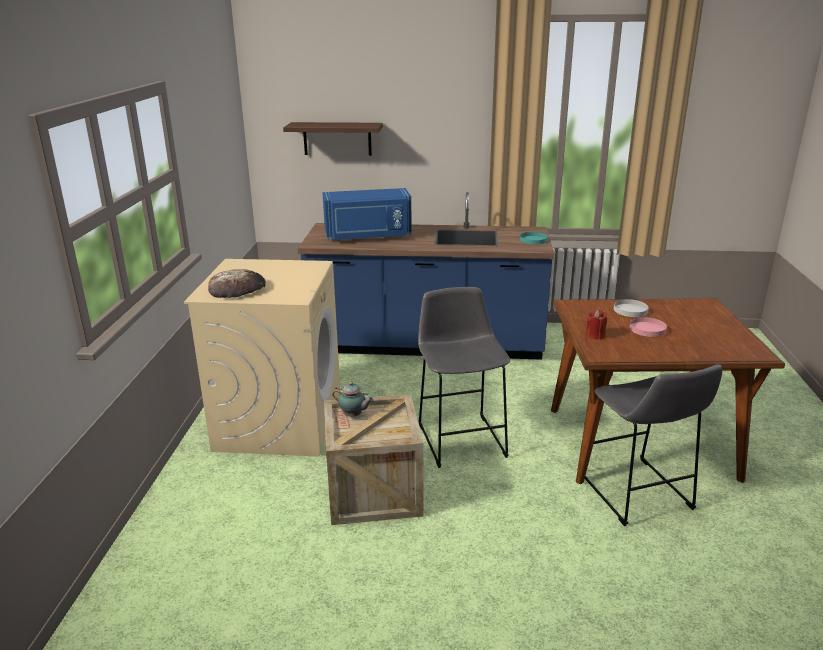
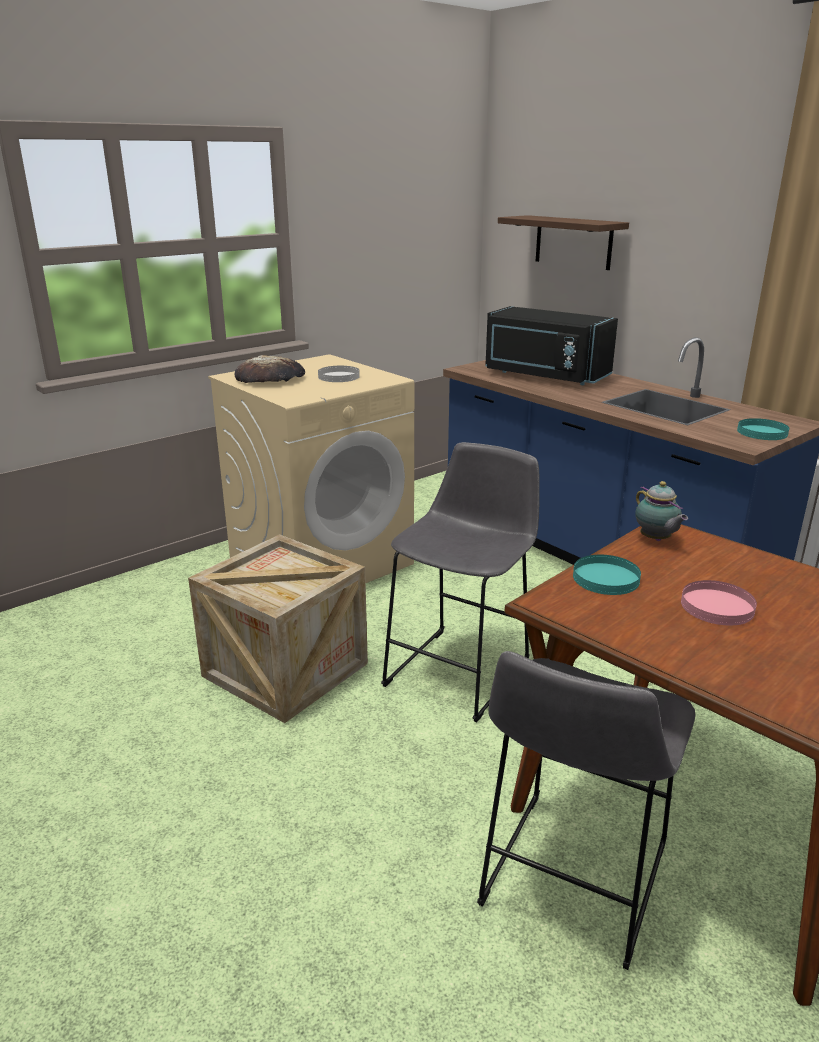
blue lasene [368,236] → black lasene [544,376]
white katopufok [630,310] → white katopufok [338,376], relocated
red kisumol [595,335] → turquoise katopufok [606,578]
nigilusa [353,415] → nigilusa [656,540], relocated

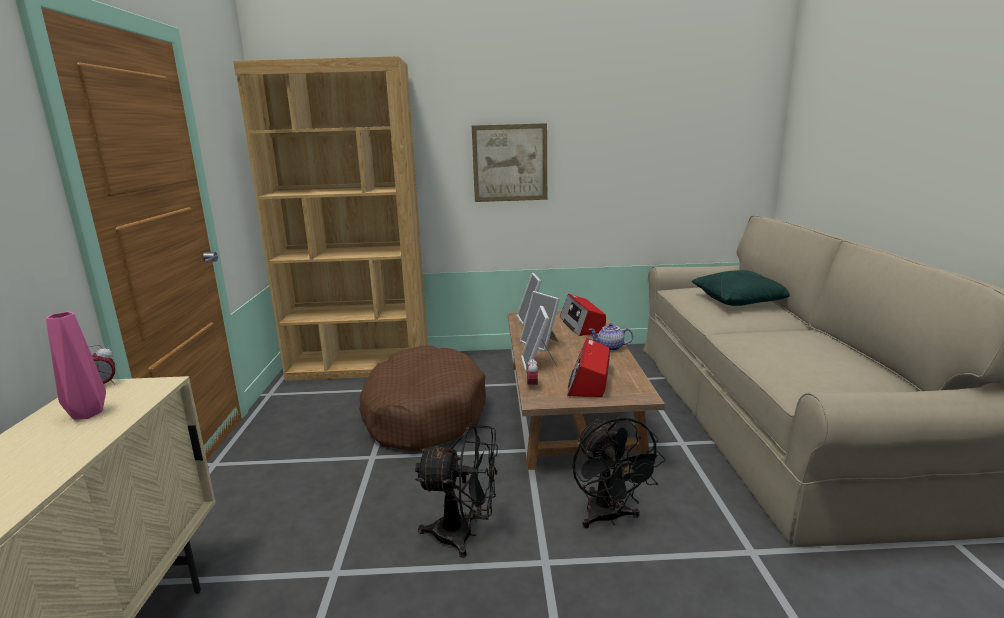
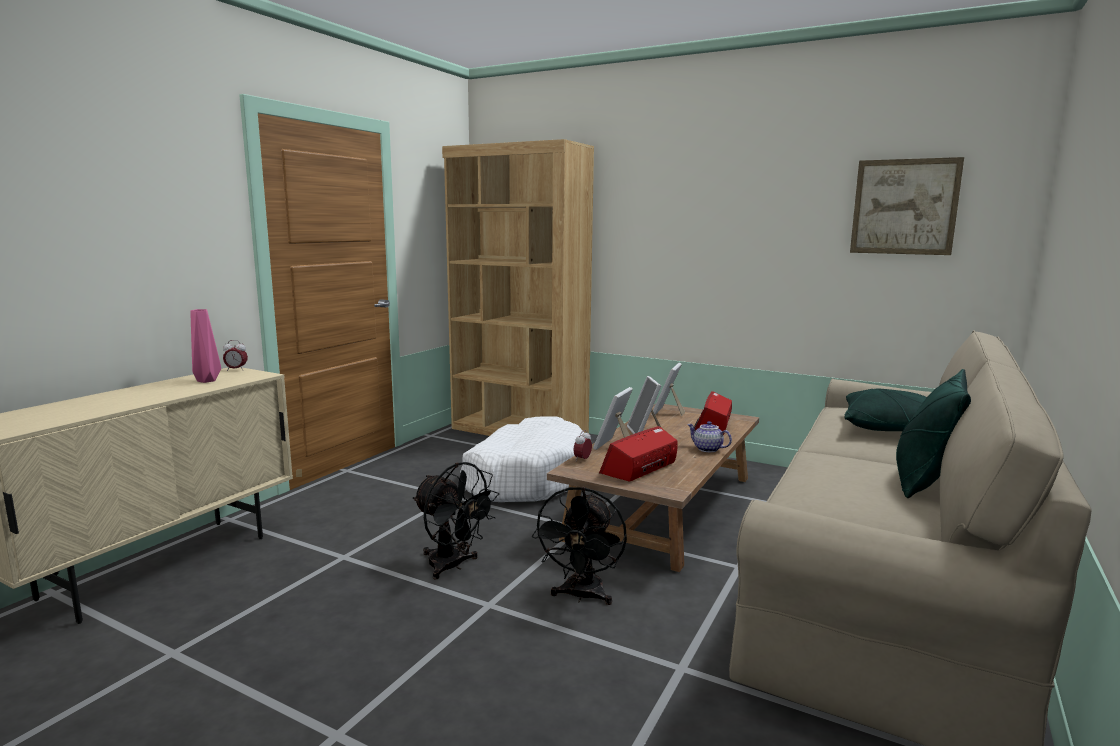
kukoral [510,163] → kukoral [904,207], relocated
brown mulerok [423,414] → white mulerok [526,477]
- → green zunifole [923,483]

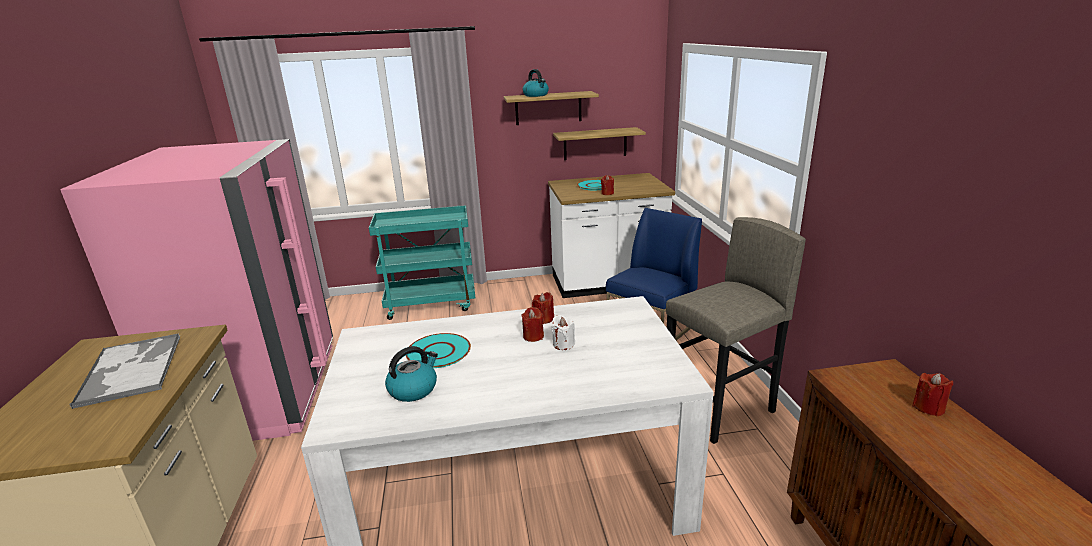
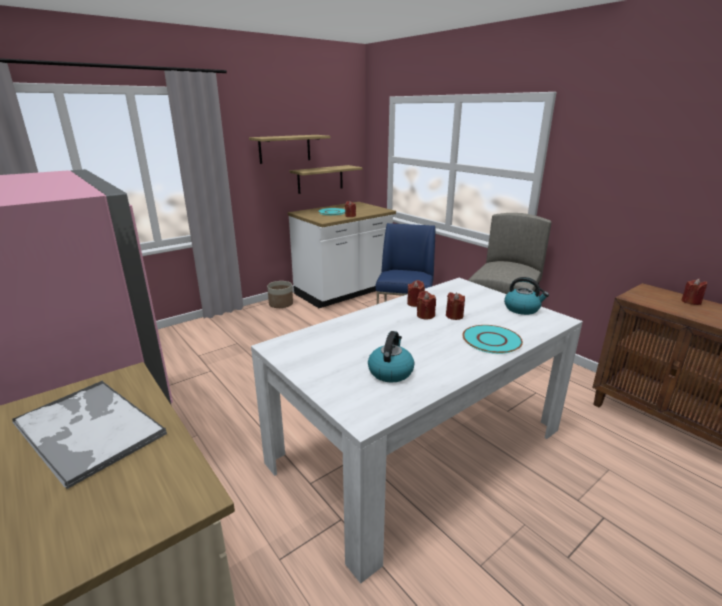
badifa [536,95] → badifa [522,309], relocated
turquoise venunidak [432,304] → -
white kisumol [563,344] → red kisumol [454,316]
turquoise katopufok [439,352] → turquoise katopufok [492,340], relocated
- → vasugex [281,304]

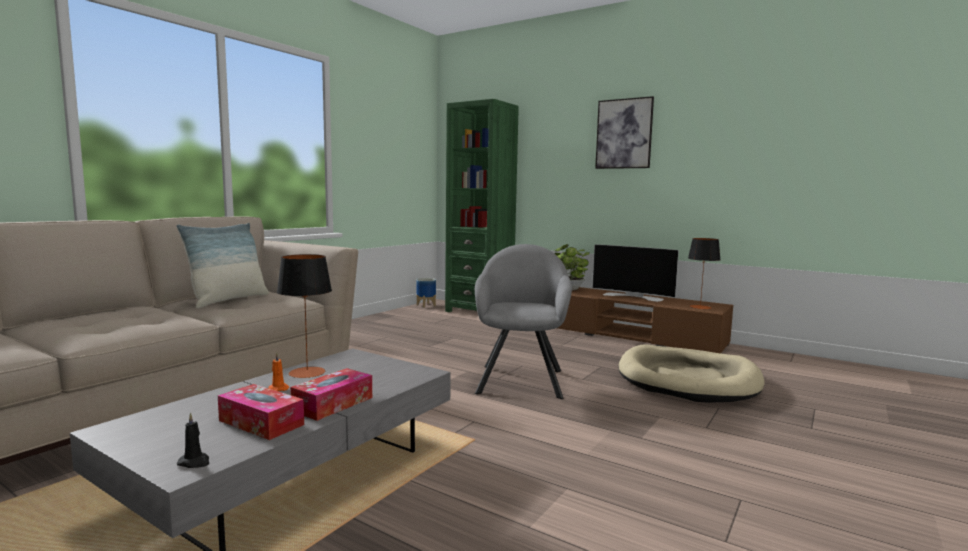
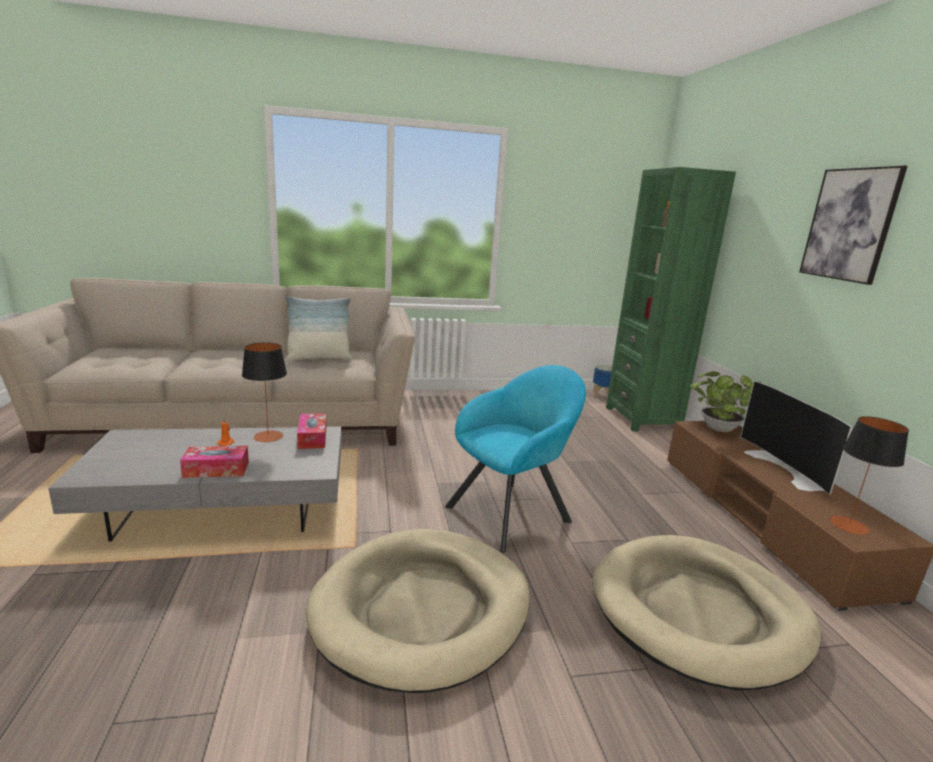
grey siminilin [521,379] → turquoise siminilin [513,512]
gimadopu [261,422] → gimadopu [312,437], relocated
black kisumol [194,462] → -
- → beige mulerok [422,609]

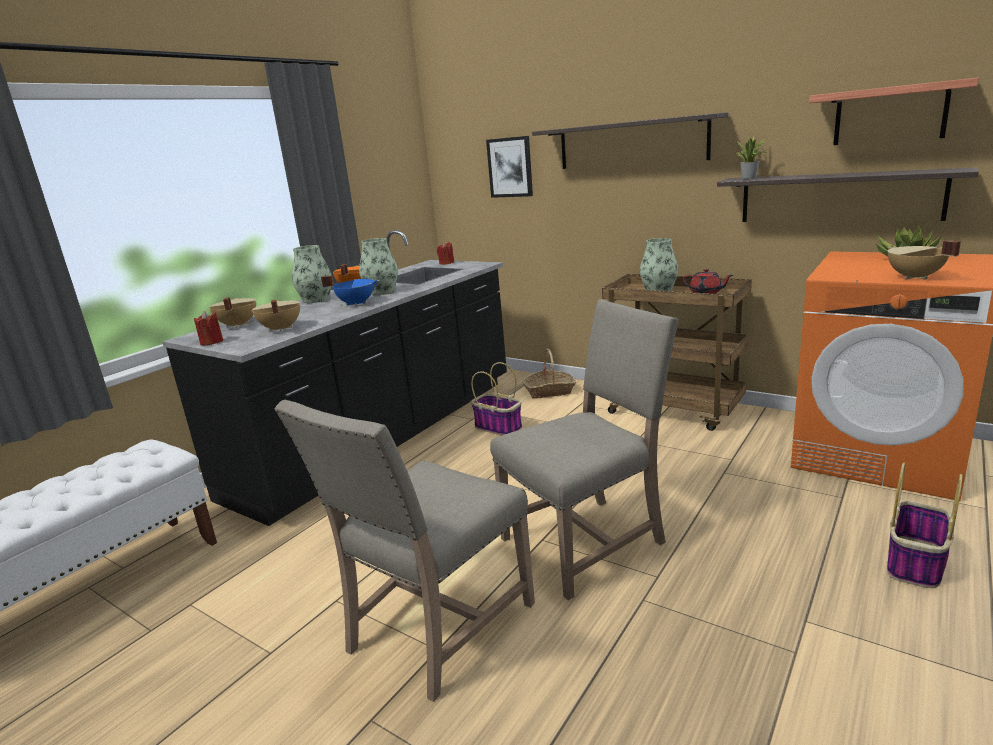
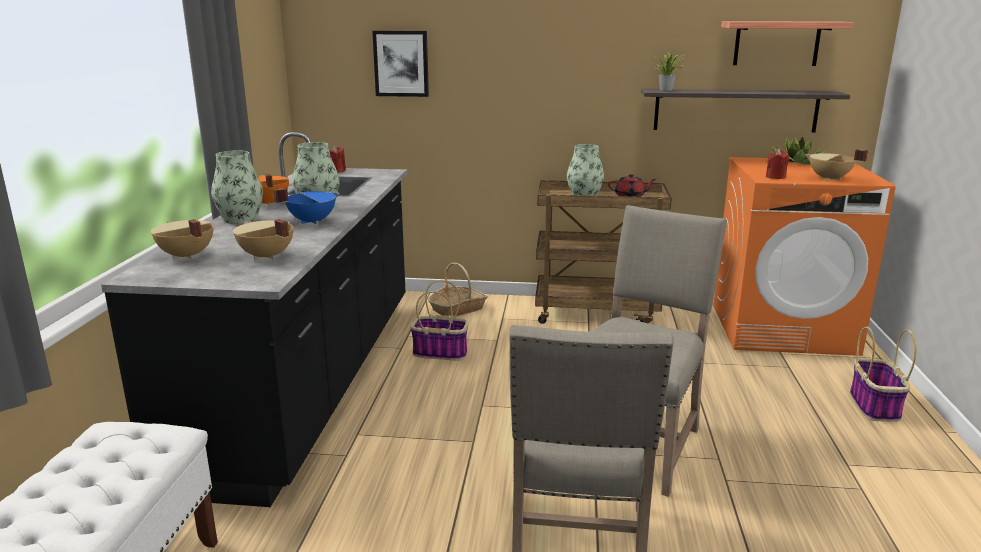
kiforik [631,143] → -
red kisumol [212,342] → red kisumol [775,177], relocated

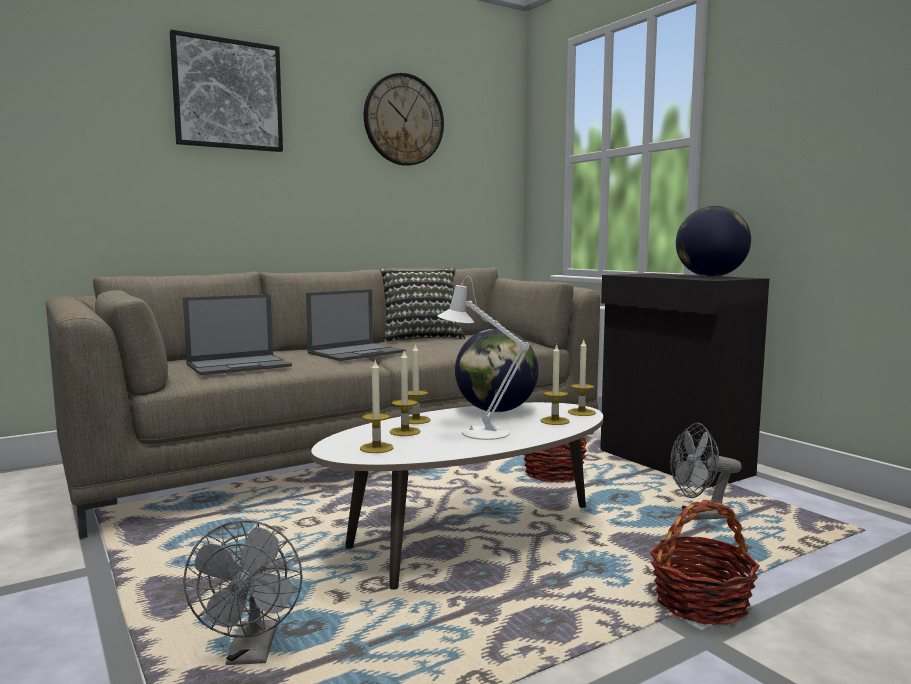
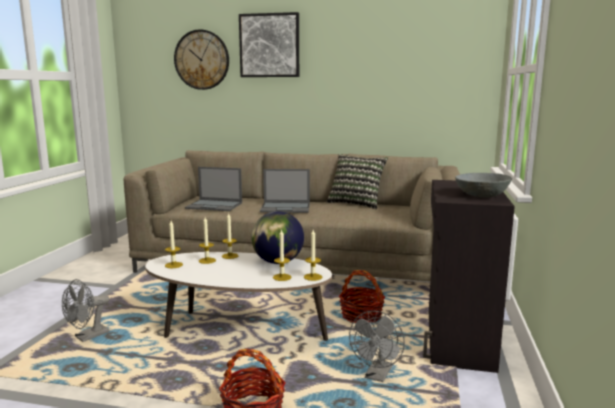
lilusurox [403,120] → lilusurox [202,60], relocated
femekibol [710,276] → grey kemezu [482,195]
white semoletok [478,432] → -
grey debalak [699,516] → grey debalak [377,376], 105 degrees counterclockwise

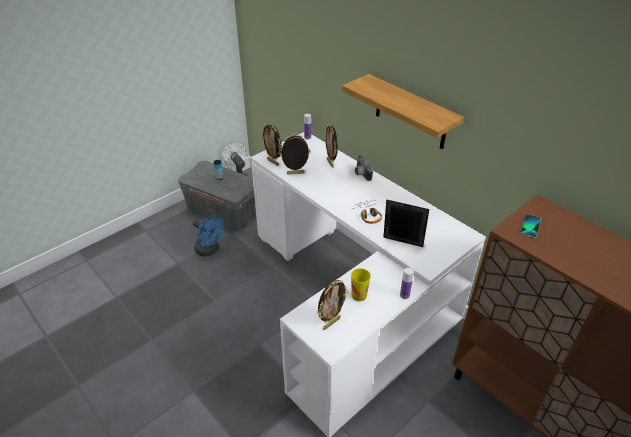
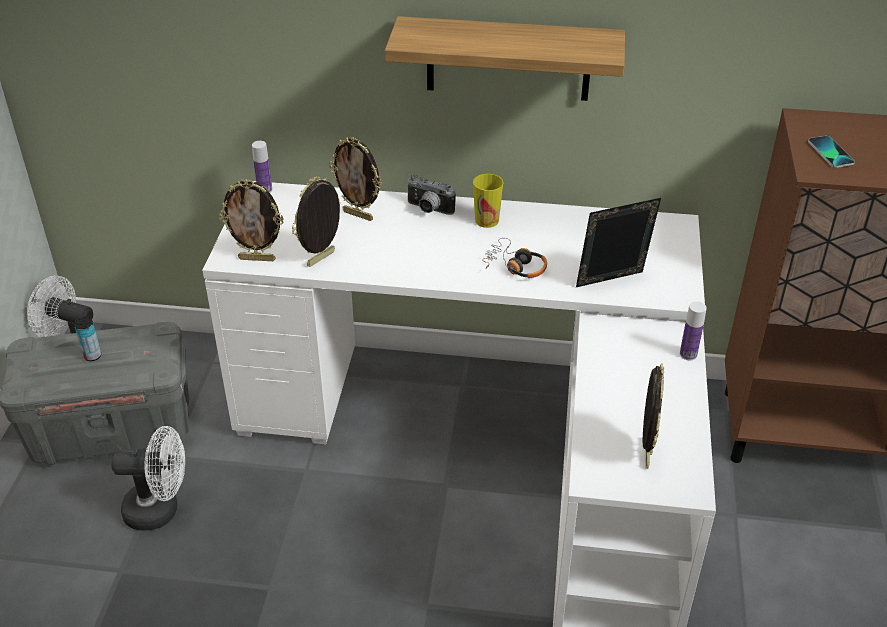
blue debalak [210,250] → white debalak [160,509]
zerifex [359,295] → zerifex [487,220], relocated

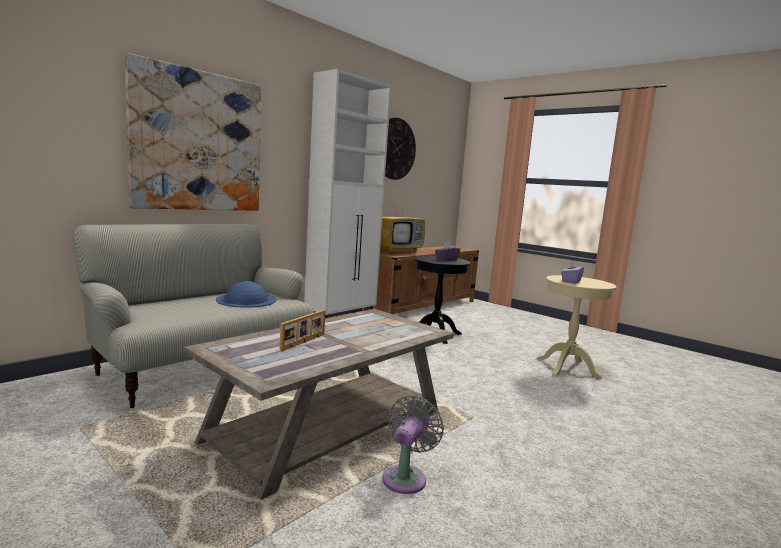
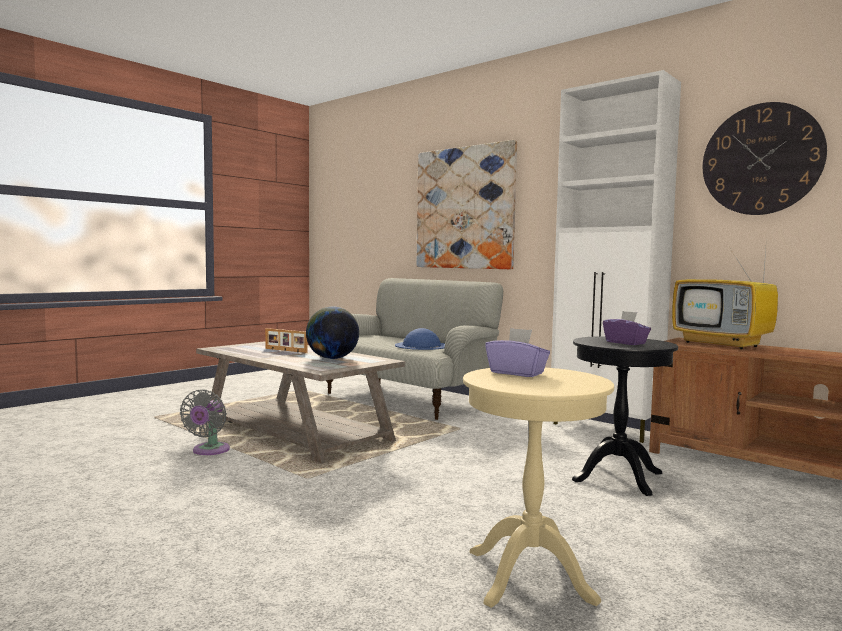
grey debalak [406,477] → grey debalak [209,451], 75 degrees clockwise
- → femekibol [332,358]

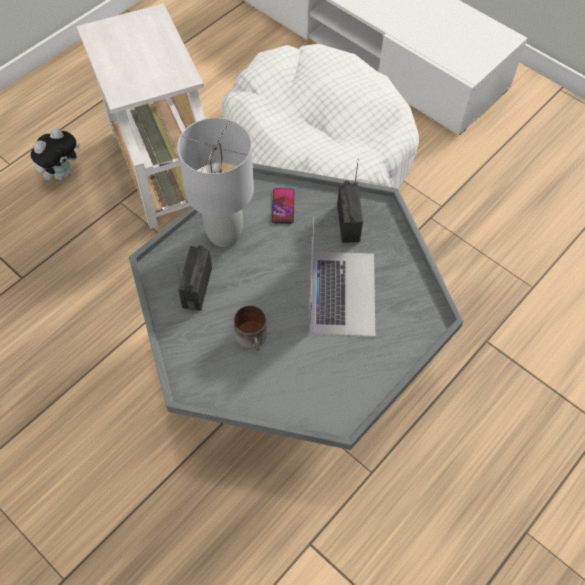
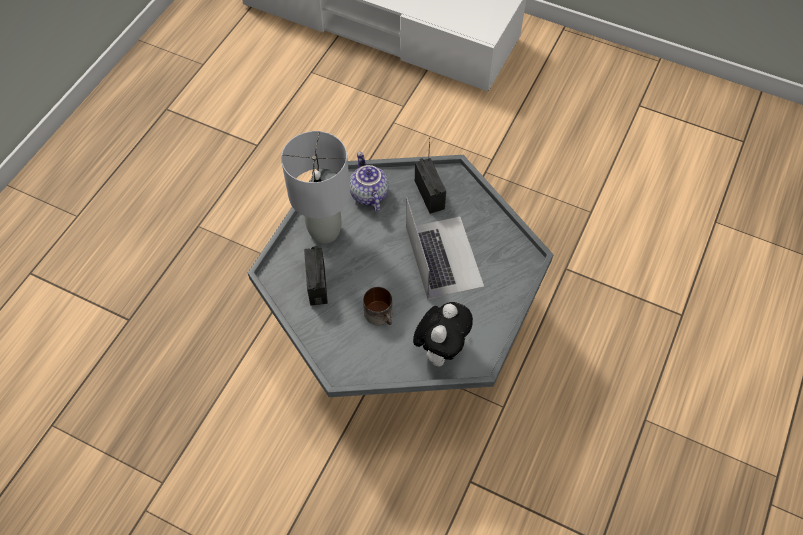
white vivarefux [163,165] → -
white mulerok [318,149] → -
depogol [62,173] → depogol [441,349], relocated
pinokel [283,206] → nigilusa [368,194]

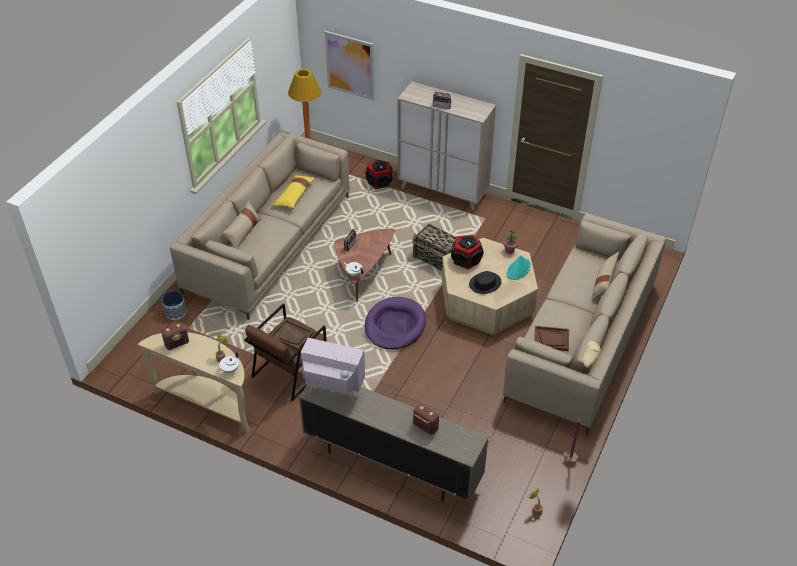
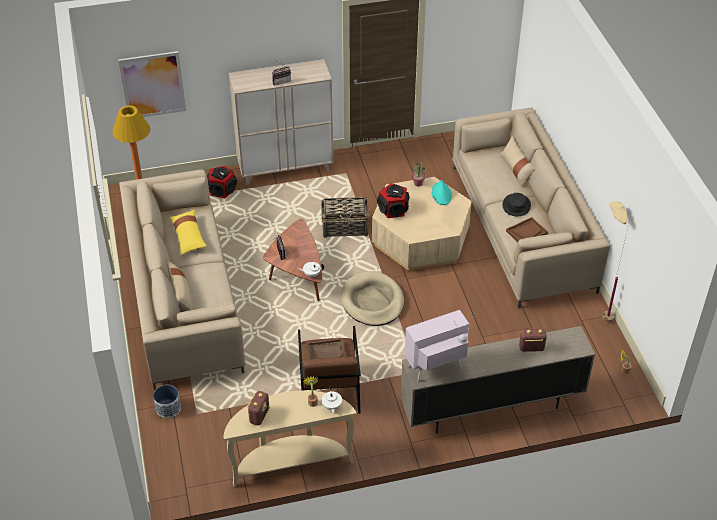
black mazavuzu [485,283] → black mazavuzu [516,205], relocated
purple mulerok [395,325] → beige mulerok [372,301]

